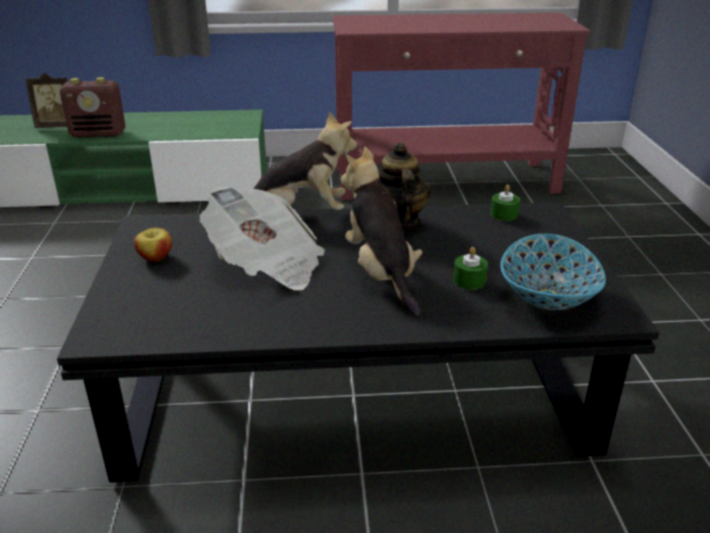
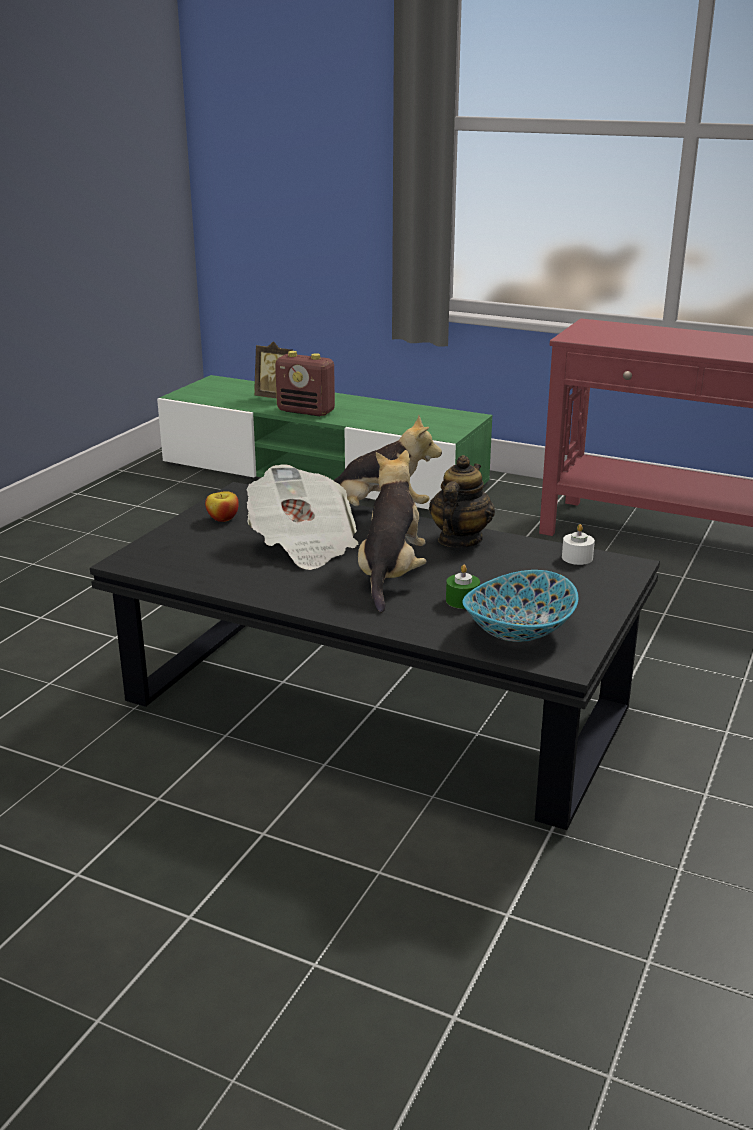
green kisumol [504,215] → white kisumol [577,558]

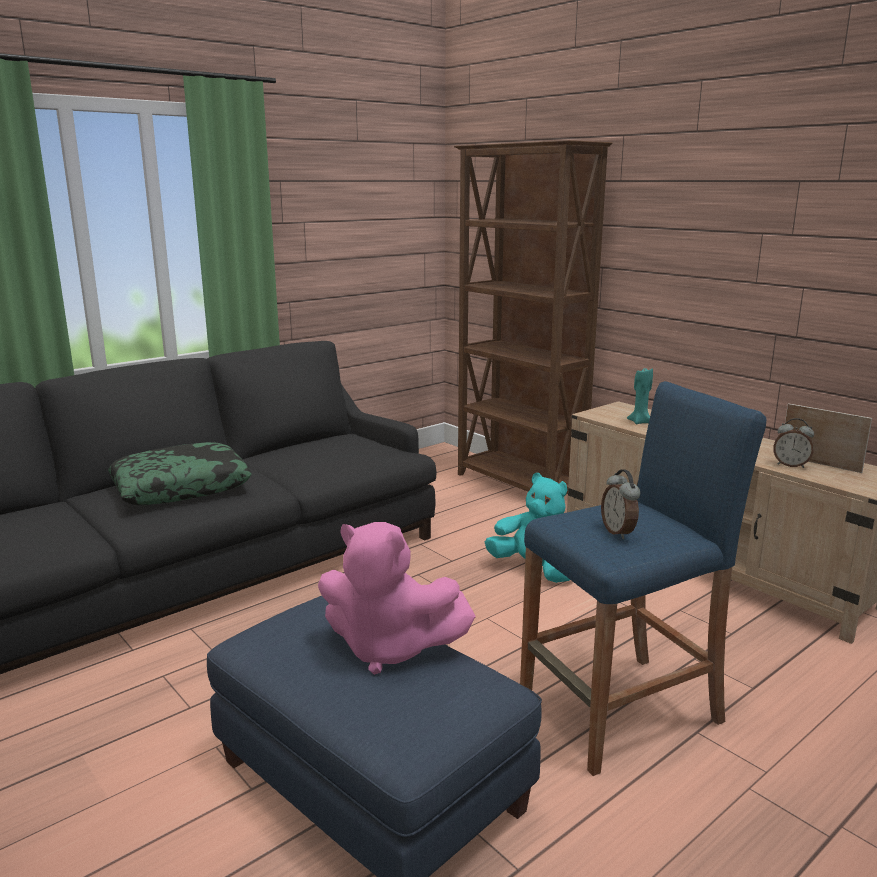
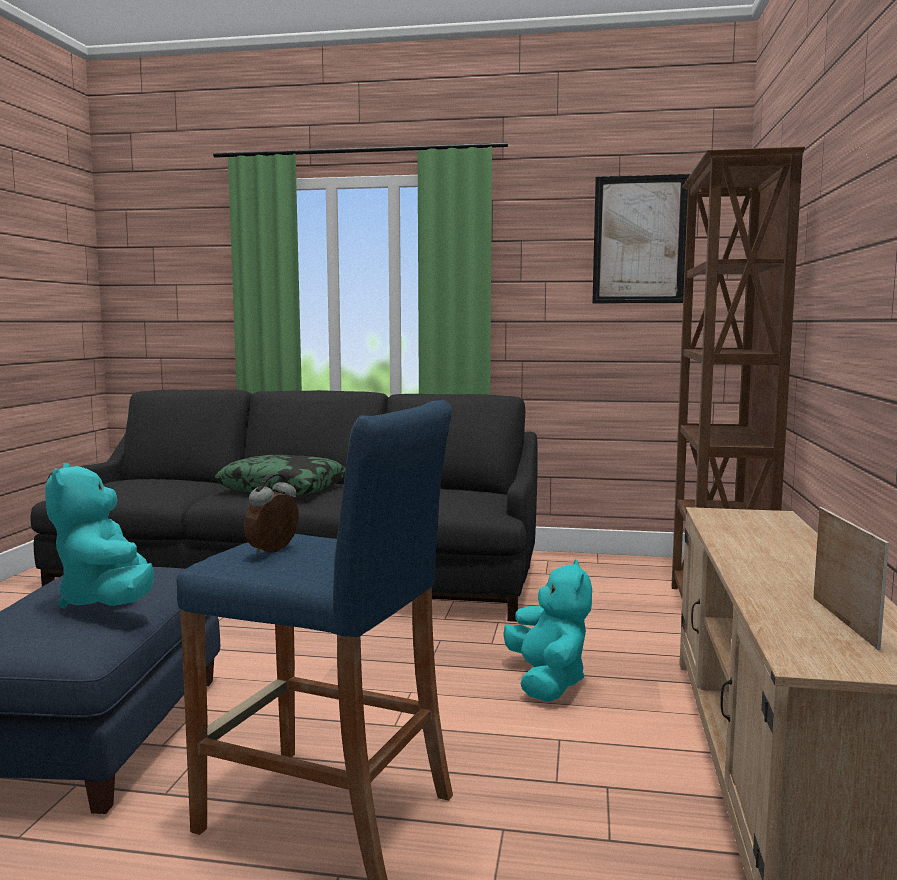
turquoise kisumol [640,422] → -
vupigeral [790,465] → -
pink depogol [389,648] → turquoise depogol [108,602]
- → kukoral [640,240]

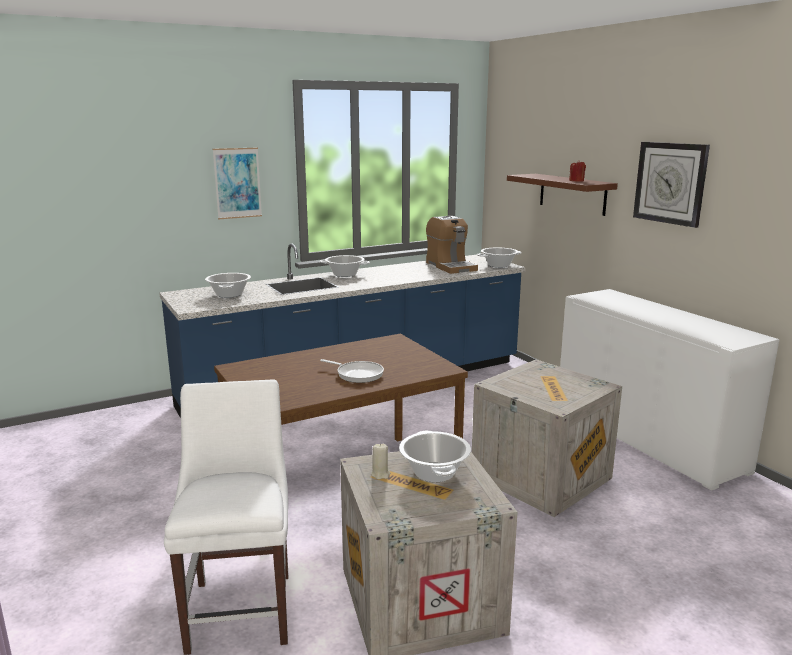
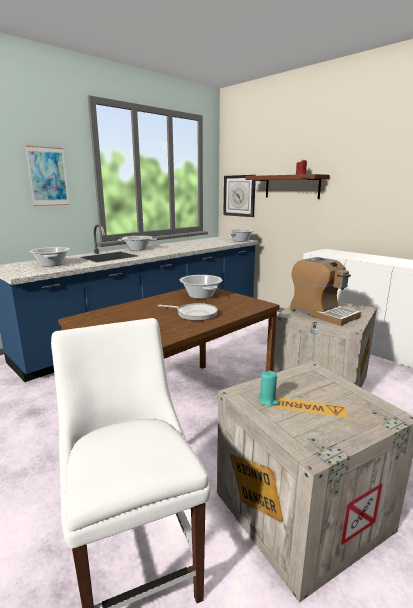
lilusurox [670,183] → lilusurox [239,195], relocated
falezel [450,266] → falezel [322,313], relocated
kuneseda [434,472] → kuneseda [201,295], relocated
beige kisumol [380,474] → turquoise kisumol [268,401]

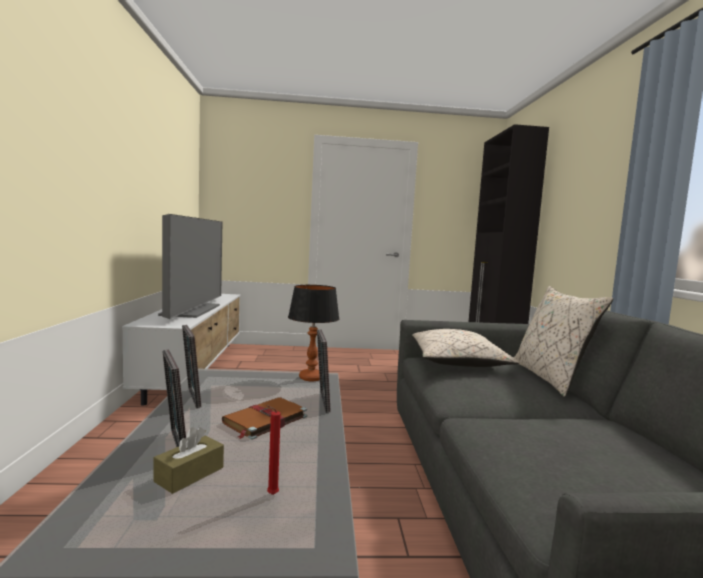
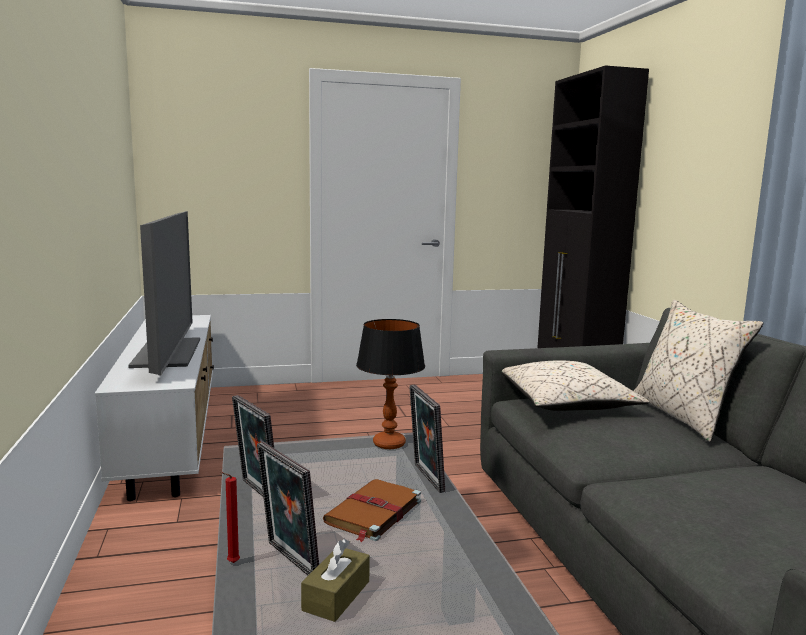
red kisumol [270,495] → red kisumol [231,563], relocated

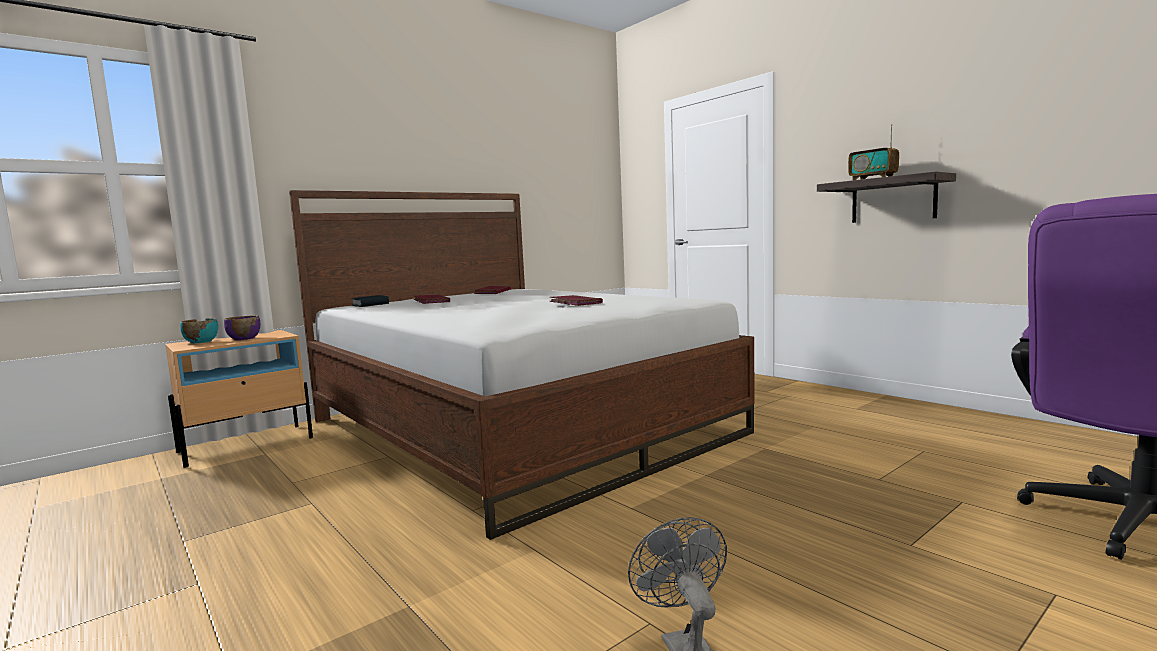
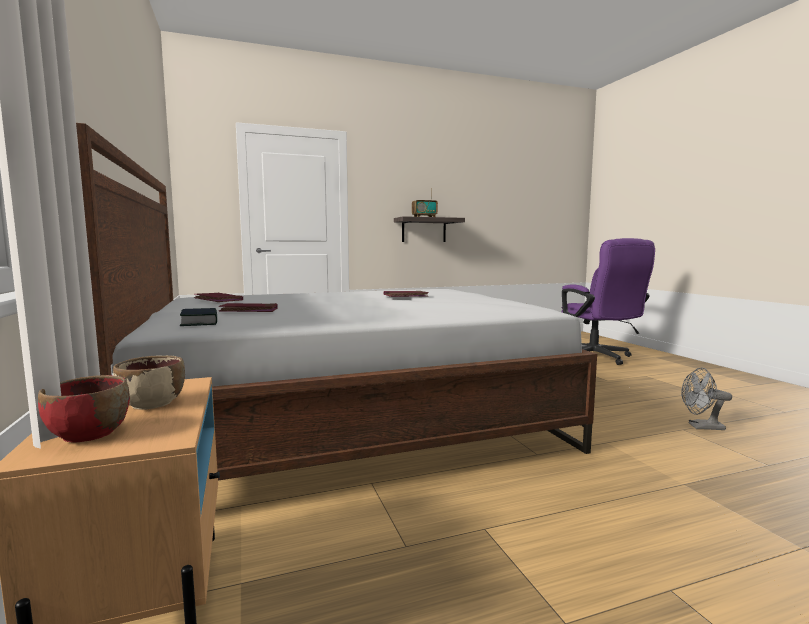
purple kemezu [244,338] → beige kemezu [152,403]
turquoise kemezu [201,342] → red kemezu [89,434]

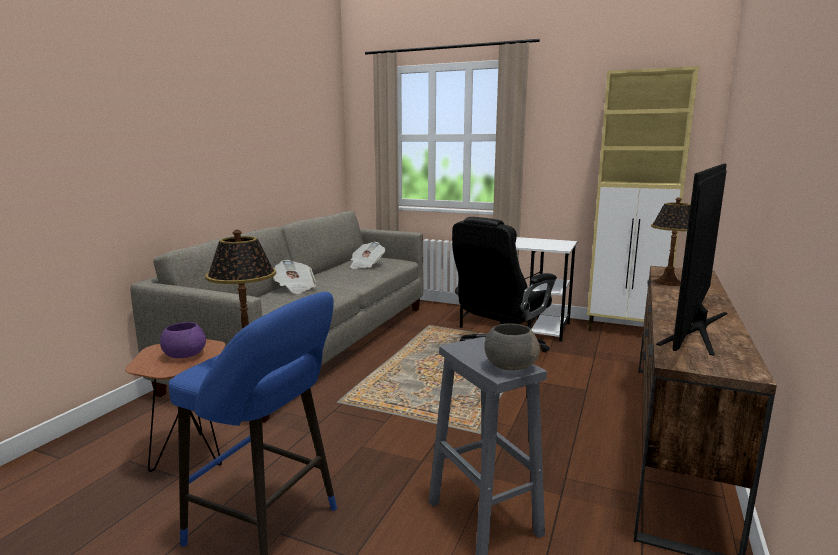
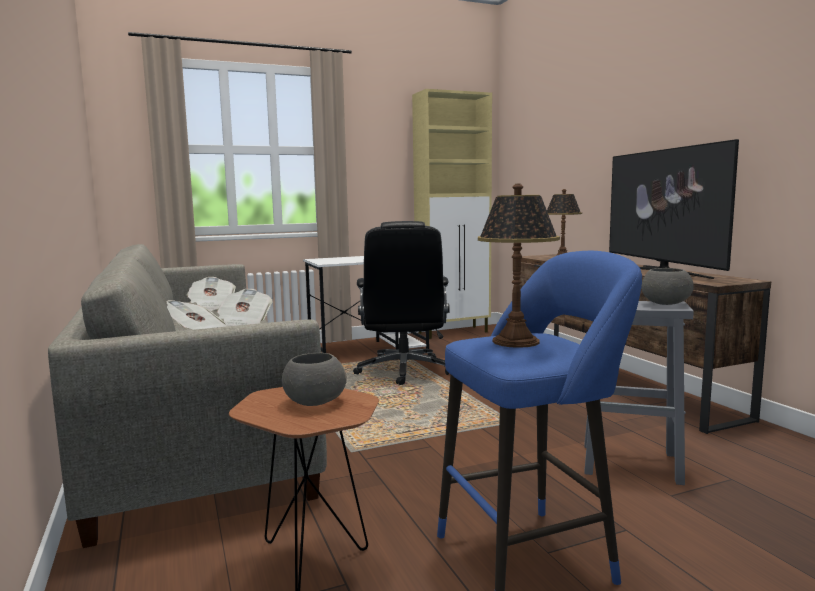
purple kemezu [184,355] → grey kemezu [314,402]
- → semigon [244,324]

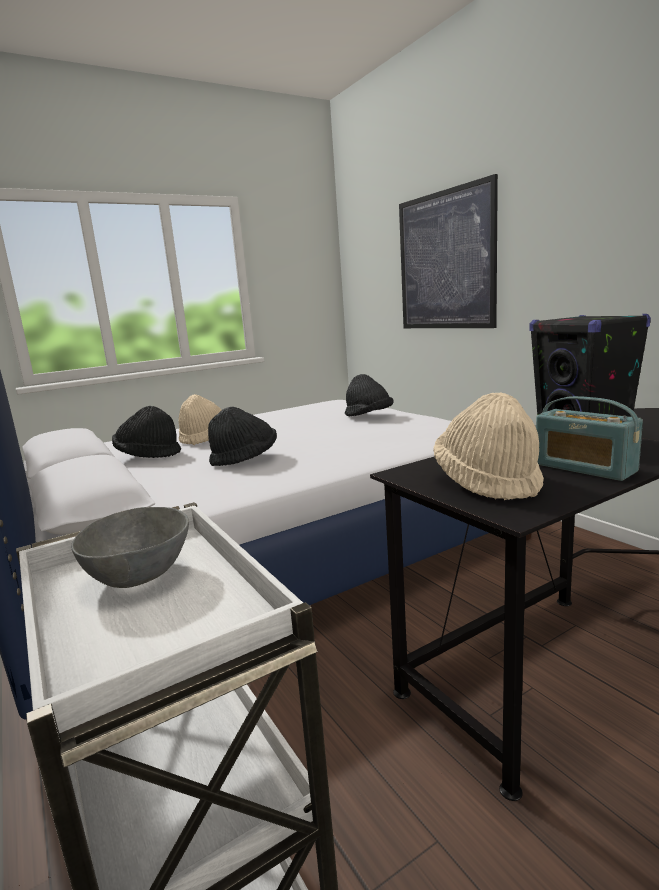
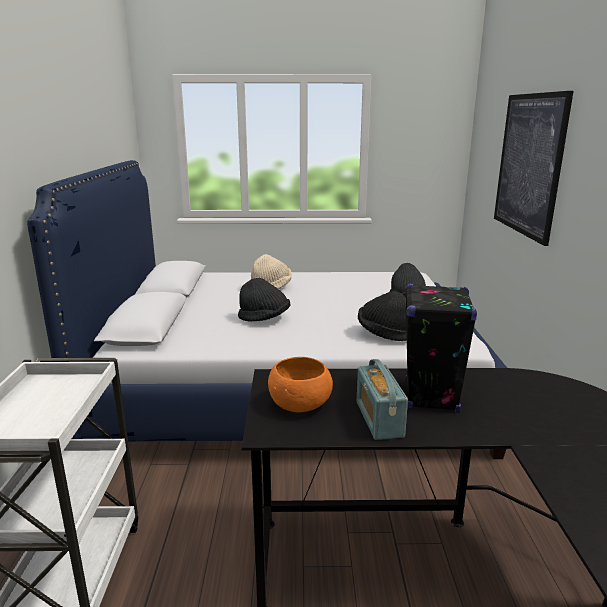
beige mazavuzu [487,482] → orange kemezu [299,404]
black mazavuzu [148,456] → black mazavuzu [384,333], relocated
grey kemezu [141,574] → -

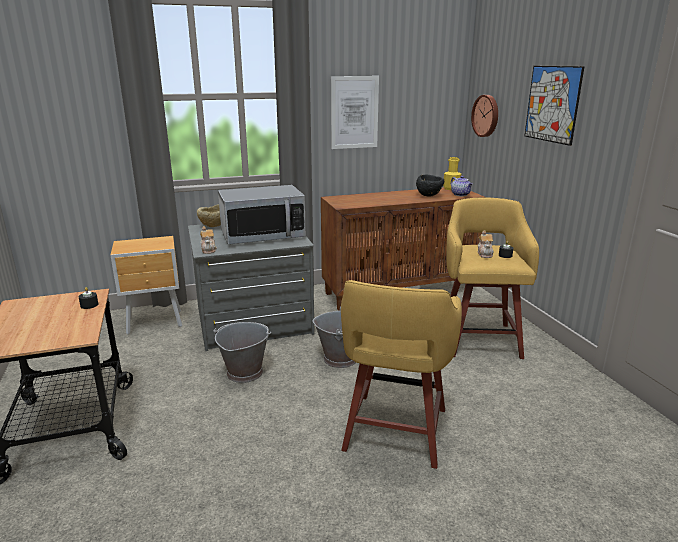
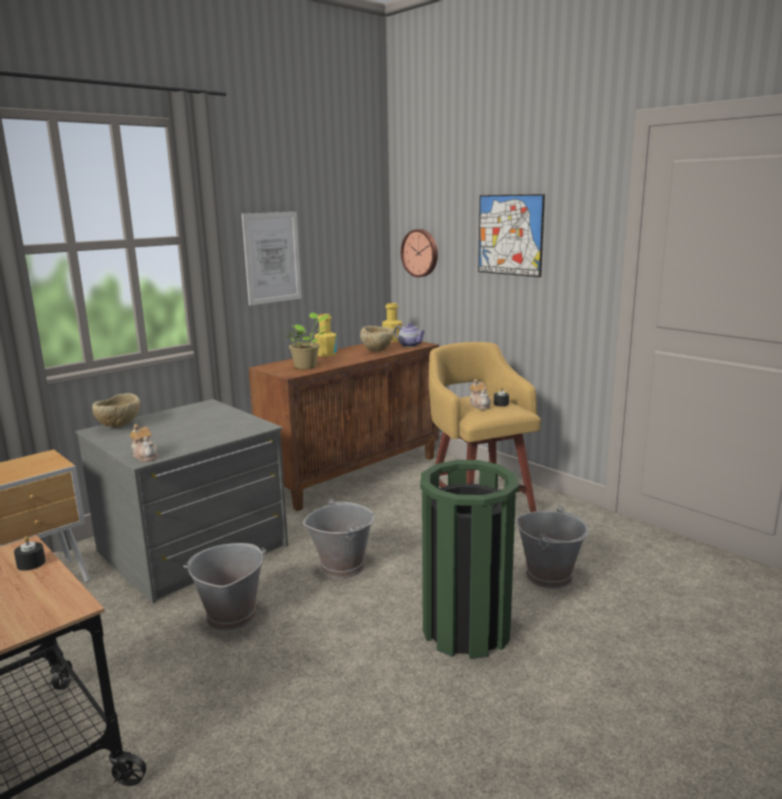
black kemezu [429,195] → beige kemezu [378,350]
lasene [263,236] → -
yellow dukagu [394,432] → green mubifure [466,630]
- → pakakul [307,366]
- → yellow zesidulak [326,354]
- → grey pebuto [549,576]

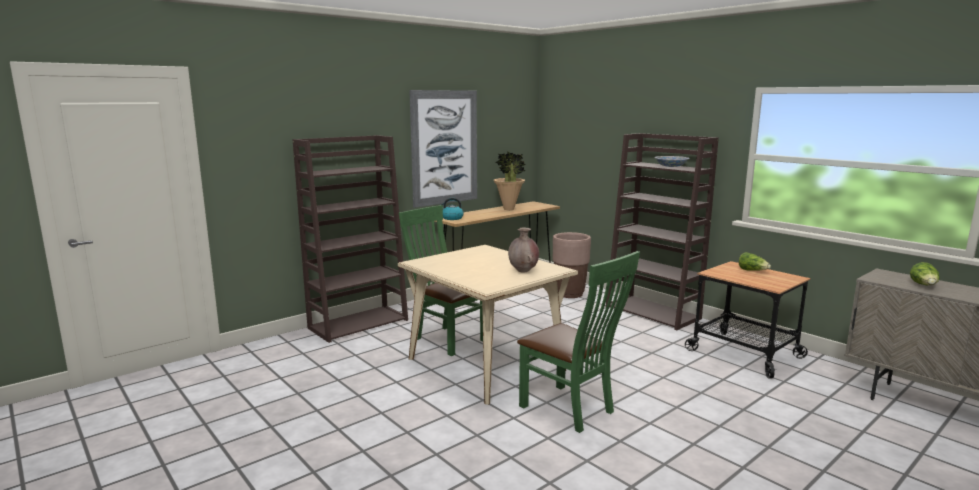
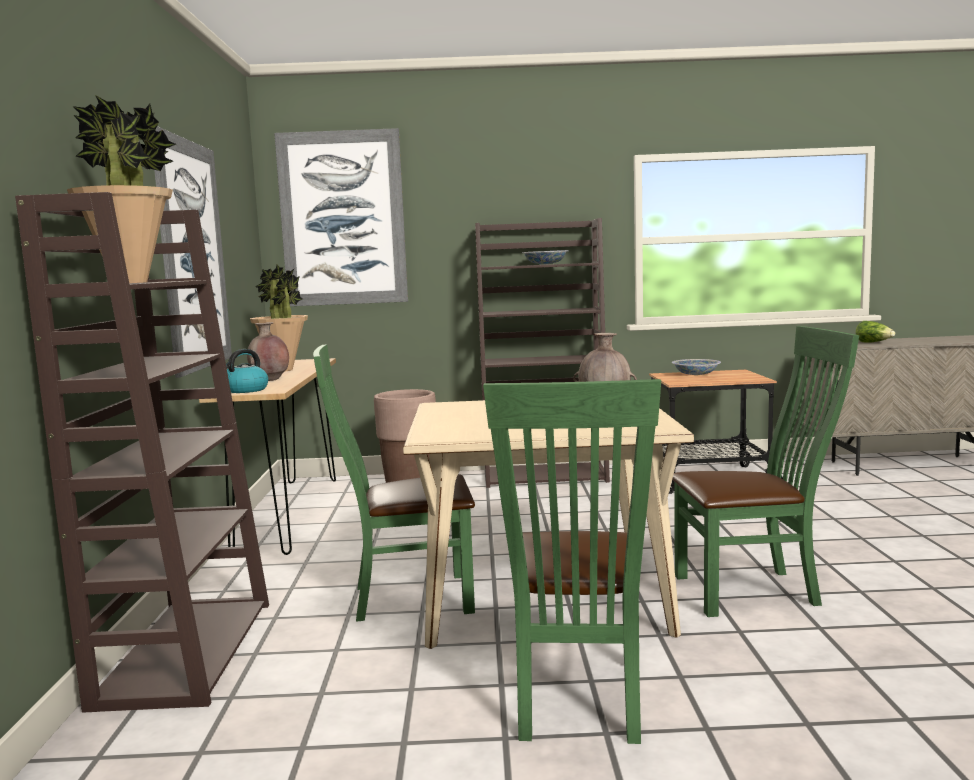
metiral [752,271] → kemezu [695,374]
- → pakakul [131,283]
- → kukoral [342,218]
- → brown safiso [270,380]
- → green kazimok [577,704]

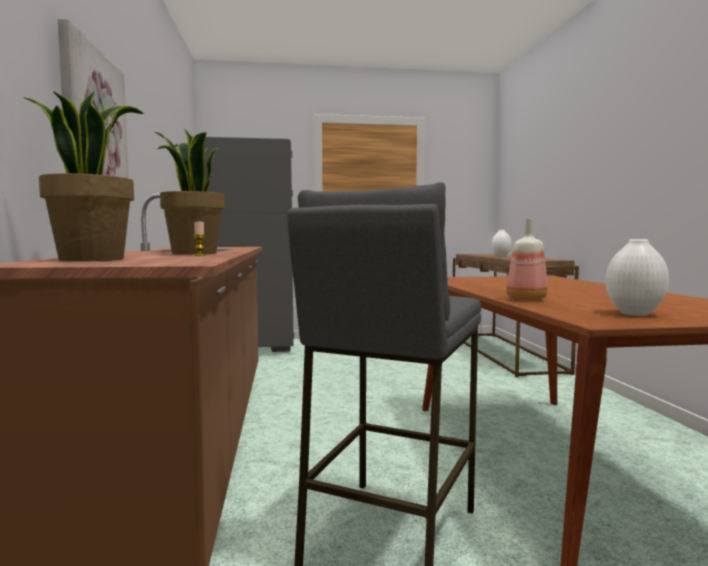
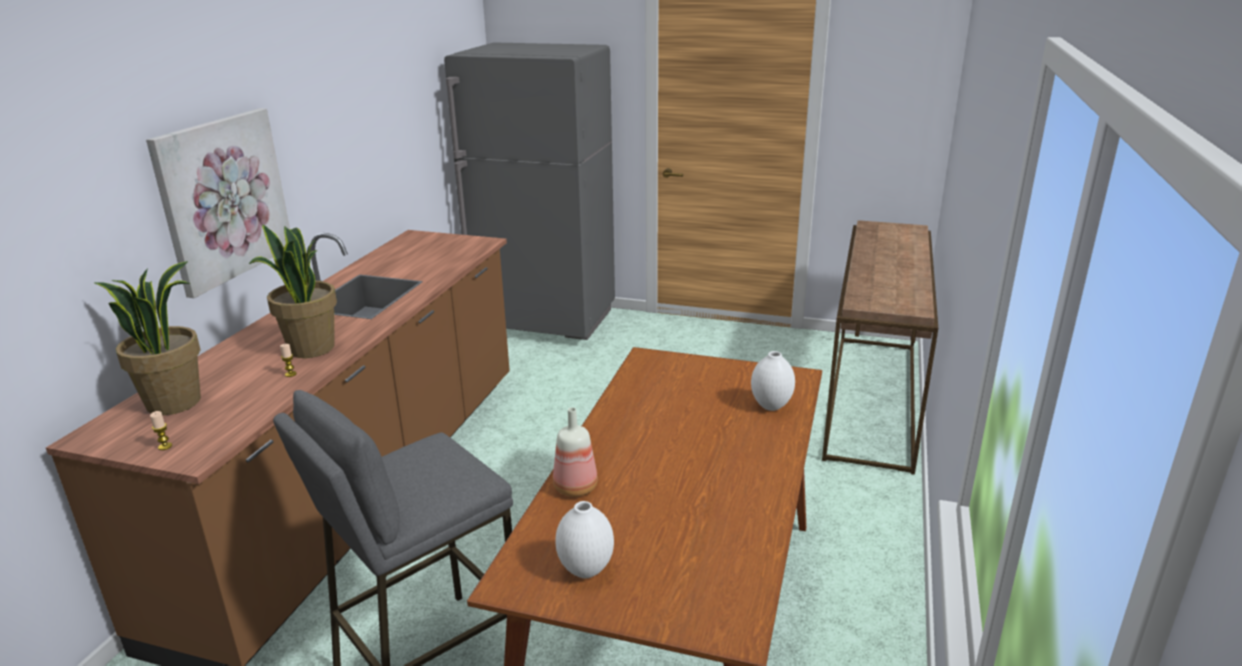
white safiso [501,256] → white safiso [771,406], relocated
- → kisumol [165,446]

